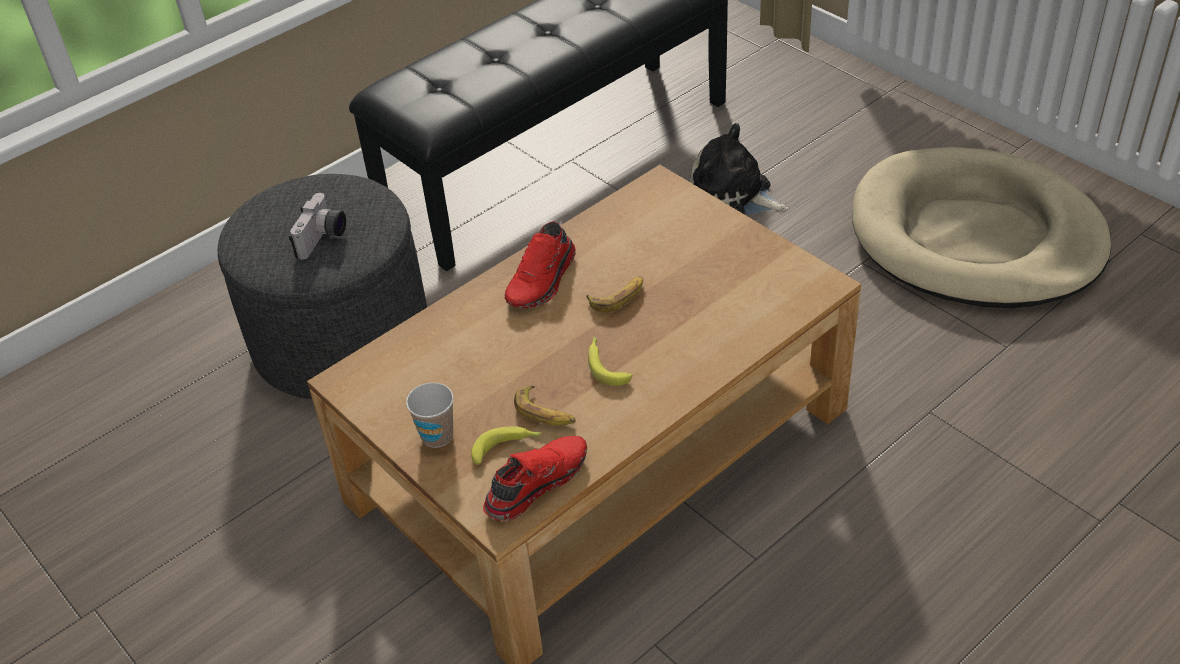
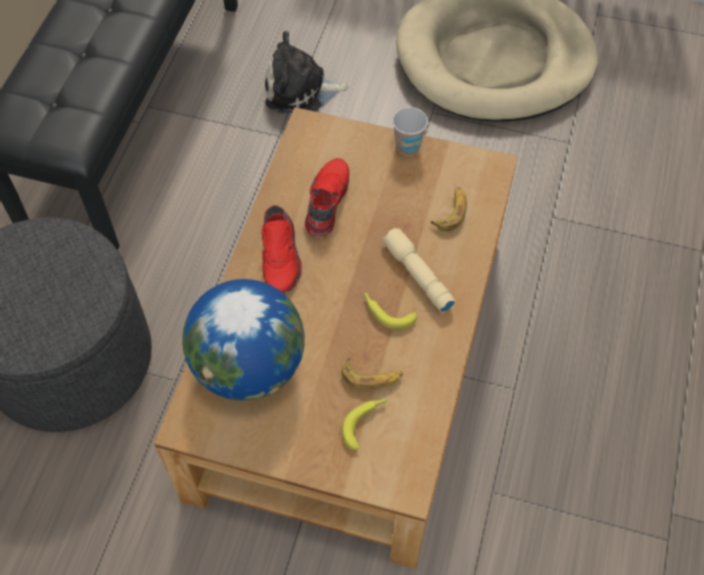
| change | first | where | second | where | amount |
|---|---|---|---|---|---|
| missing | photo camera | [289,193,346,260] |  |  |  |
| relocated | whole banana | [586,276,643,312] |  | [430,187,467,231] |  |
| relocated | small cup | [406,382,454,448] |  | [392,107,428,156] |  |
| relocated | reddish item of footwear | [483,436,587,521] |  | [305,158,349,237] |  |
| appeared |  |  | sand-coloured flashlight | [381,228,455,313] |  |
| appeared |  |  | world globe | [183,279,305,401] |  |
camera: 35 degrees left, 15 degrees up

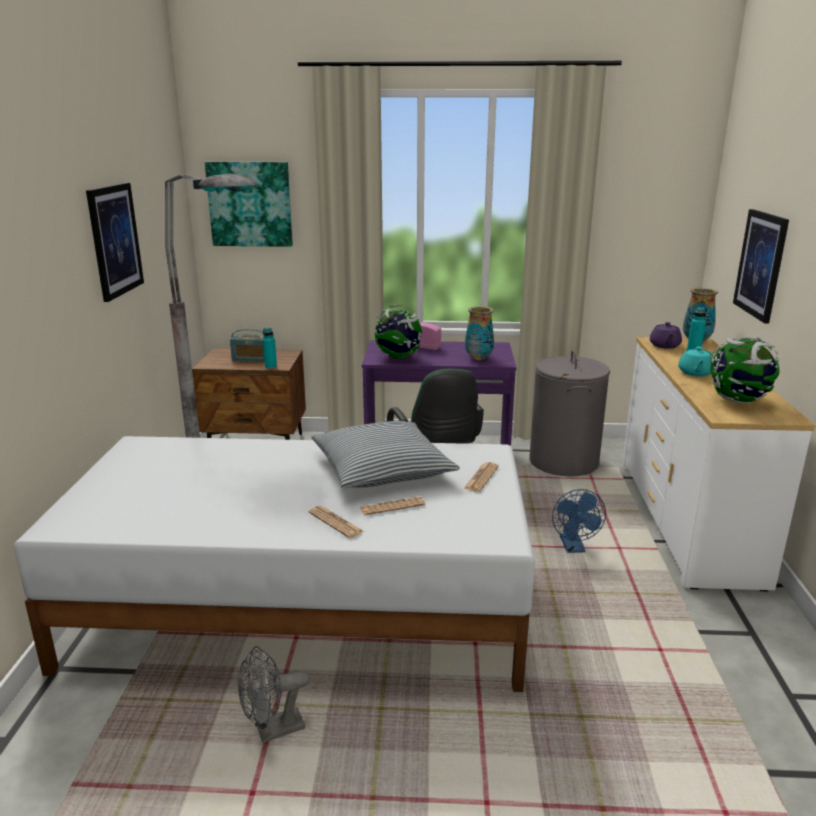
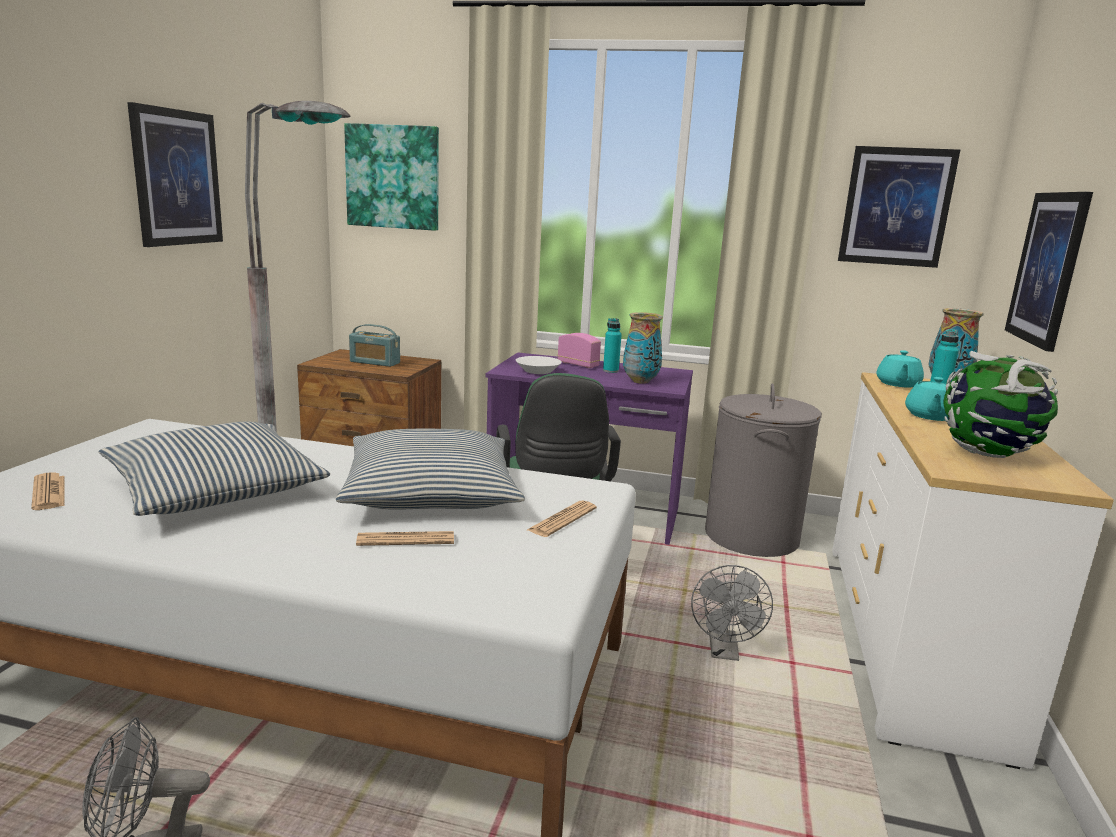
| change | first | where | second | where | amount |
|---|---|---|---|---|---|
| exchanged | world globe | [374,305,422,359] | white-coloured serving bowl | [516,356,562,374] |  |
| colour | purple-coloured teapot | [650,322,682,349] | blue-green teapot | [876,350,924,387] |  |
| relocated | blue-green drink bottle | [263,328,277,369] |  | [603,318,622,373] |  |
| colour | bluish fan | [552,489,606,553] | gray fan | [691,565,773,661] |  |
| relocated | newspaper | [308,506,364,538] |  | [31,472,65,510] |  |
| appeared |  |  | wall picture | [838,146,960,268] |  |
| appeared |  |  | throw pillow | [98,422,330,516] |  |
camera: 10 degrees right, 5 degrees down

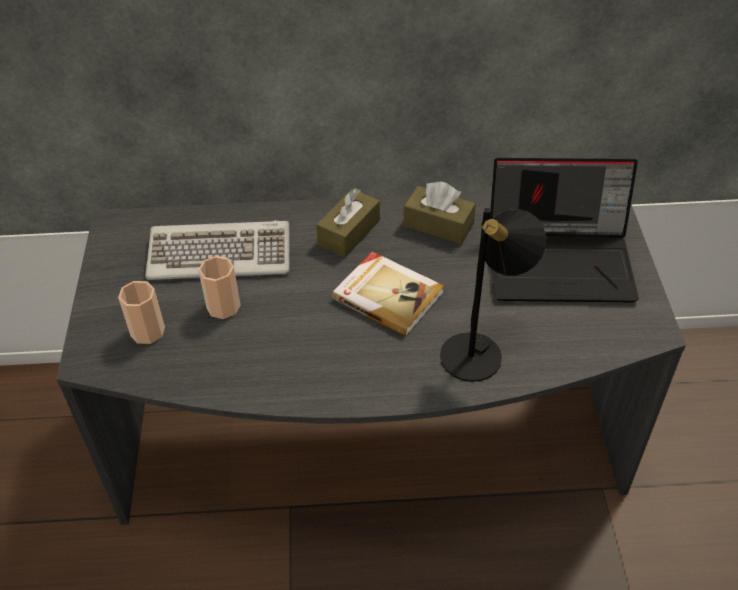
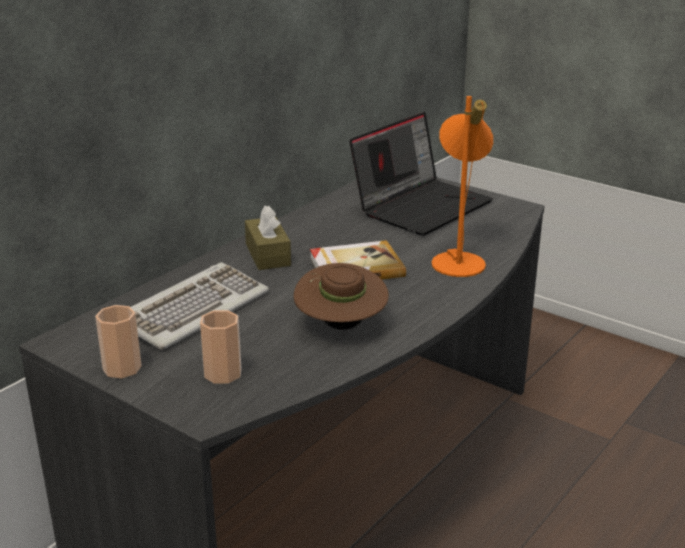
| change | first | where | second | where | amount |
|---|---|---|---|---|---|
| missing | brown-coloured box of tissues | [404,181,476,244] |  |  |  |
| colour | black tabletop lamp | [440,208,546,382] | orangey tabletop lamp | [431,96,493,277] |  |
| relocated | small cup | [198,256,240,319] |  | [95,305,142,378] |  |
| appeared |  |  | brown-coloured hat | [294,263,389,330] |  |
camera: 50 degrees left, 20 degrees down

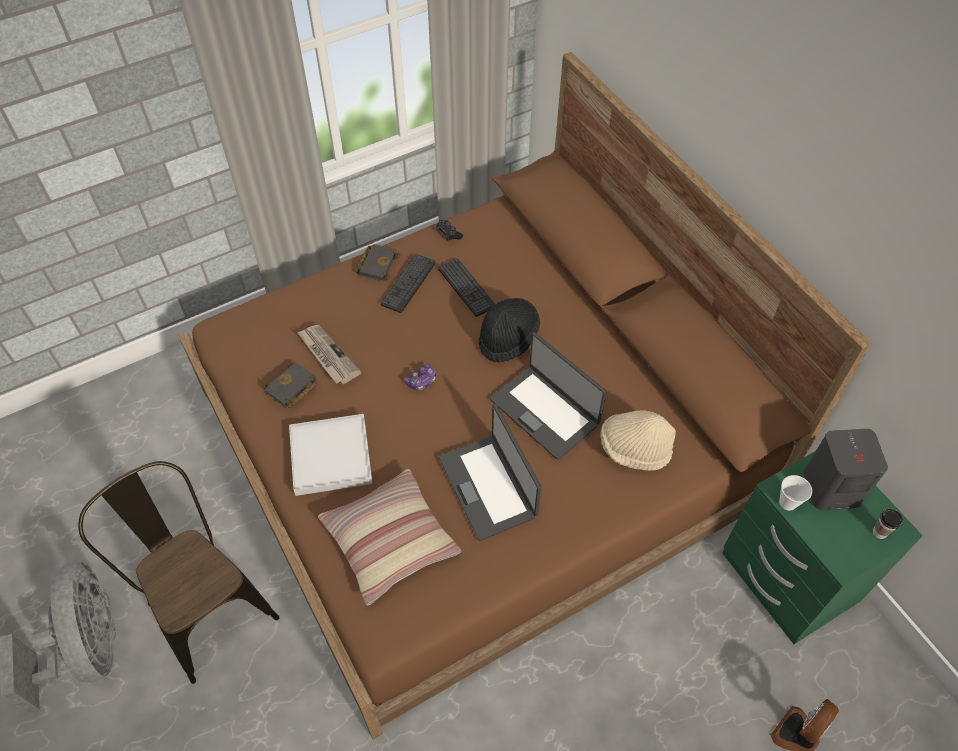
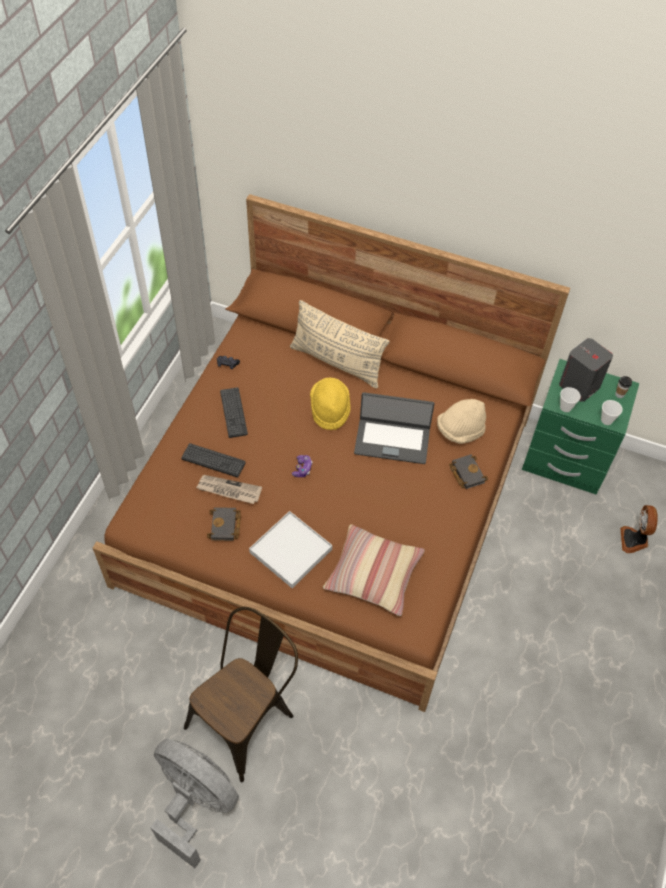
| change | first | where | second | where | amount |
|---|---|---|---|---|---|
| relocated | black volume | [356,244,401,282] |  | [449,454,488,489] |  |
| relocated | PC keyboard | [438,258,495,317] |  | [181,443,246,478] |  |
| colour | black hat | [479,298,540,362] | yellowish hat | [310,378,351,430] |  |
| missing | notebook computer | [439,404,542,541] |  |  |  |
| spun | brown-coloured upright chair | [78,461,279,684] |  | [184,607,298,782] | 120 degrees clockwise |
| appeared |  |  | sand-coloured throw pillow | [290,300,390,389] |  |
| appeared |  |  | small cup | [601,400,623,425] |  |
camera: 40 degrees left, 0 degrees up

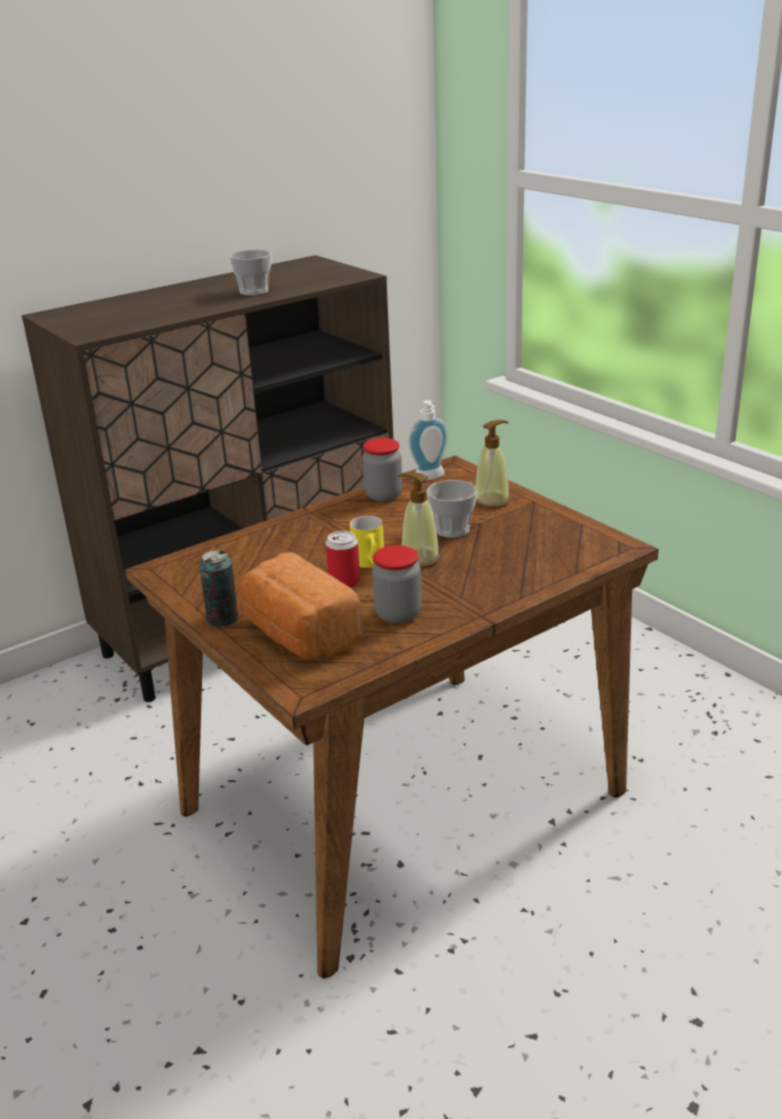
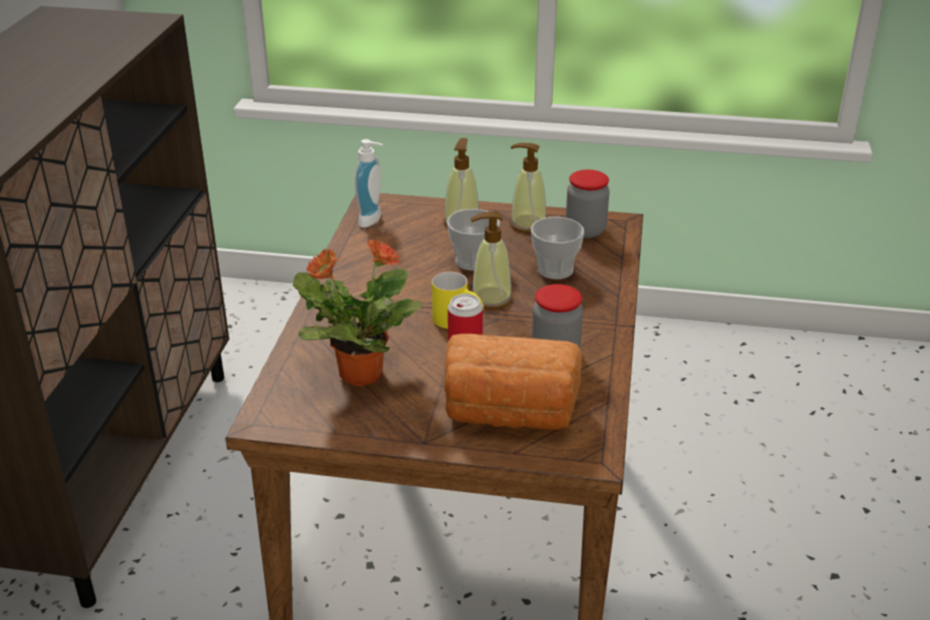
| change | first | where | second | where | amount |
|---|---|---|---|---|---|
| relocated | small cup | [229,250,272,296] |  | [531,217,584,279] |  |
| relocated | preserve jar | [362,438,402,502] |  | [566,170,610,238] |  |
| missing | can | [199,550,238,627] |  |  |  |
| appeared |  |  | liquid soap bottle | [510,143,546,233] |  |
| appeared |  |  | potted plant | [293,239,423,386] |  |
camera: 45 degrees left, 5 degrees up

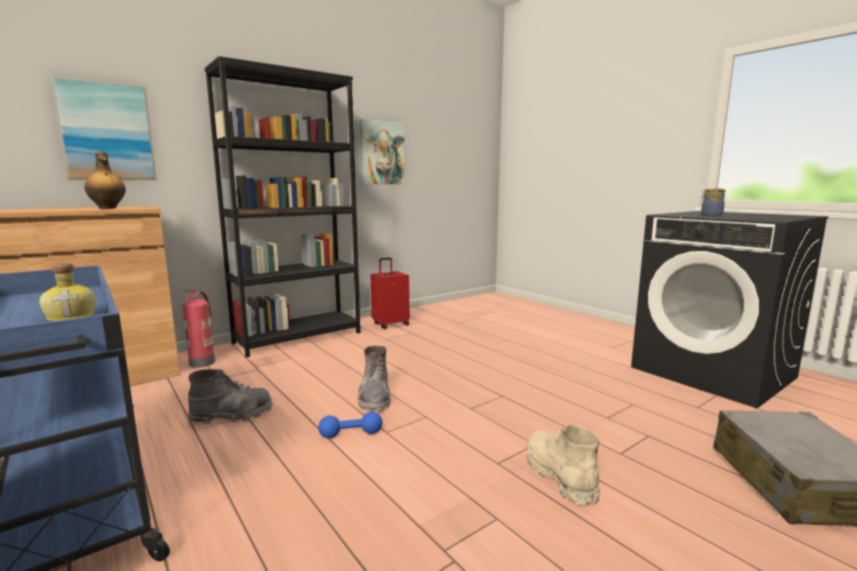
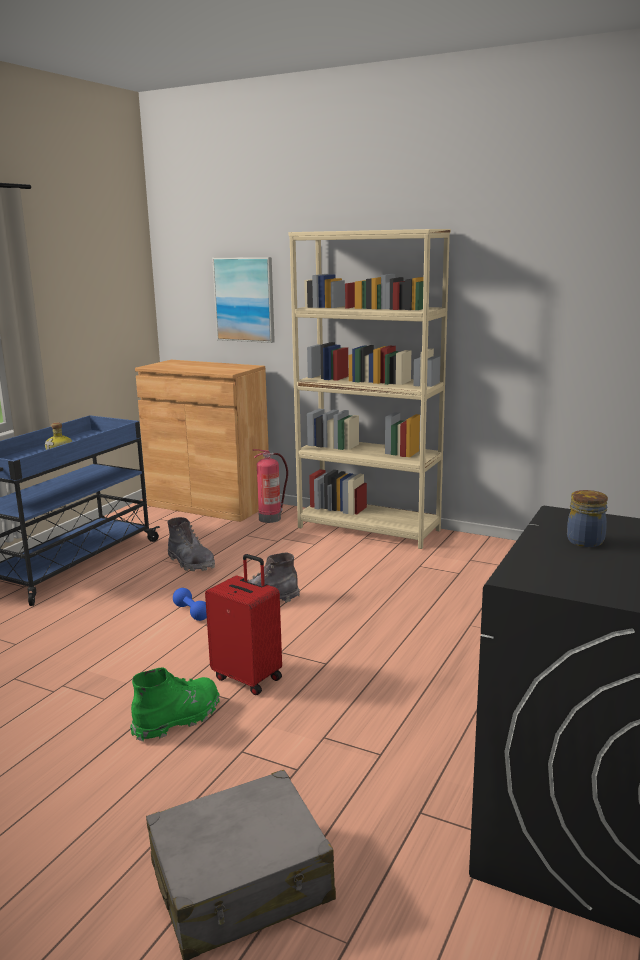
| change | first | where | second | where | amount |
|---|---|---|---|---|---|
| colour | black shelving unit | [205,56,360,358] | sand-coloured shelving unit | [289,229,451,549] |  |
| missing | wall picture | [360,119,405,184] |  |  |  |
| missing | drink bottle | [85,152,126,209] |  |  |  |
| relocated | reddish piece of luggage | [371,257,409,329] |  | [205,554,282,695] |  |
| colour | sand-coloured high-top boot | [526,424,600,507] | green-coloured high-top boot | [130,667,220,742] |  |
camera: 65 degrees right, 5 degrees up

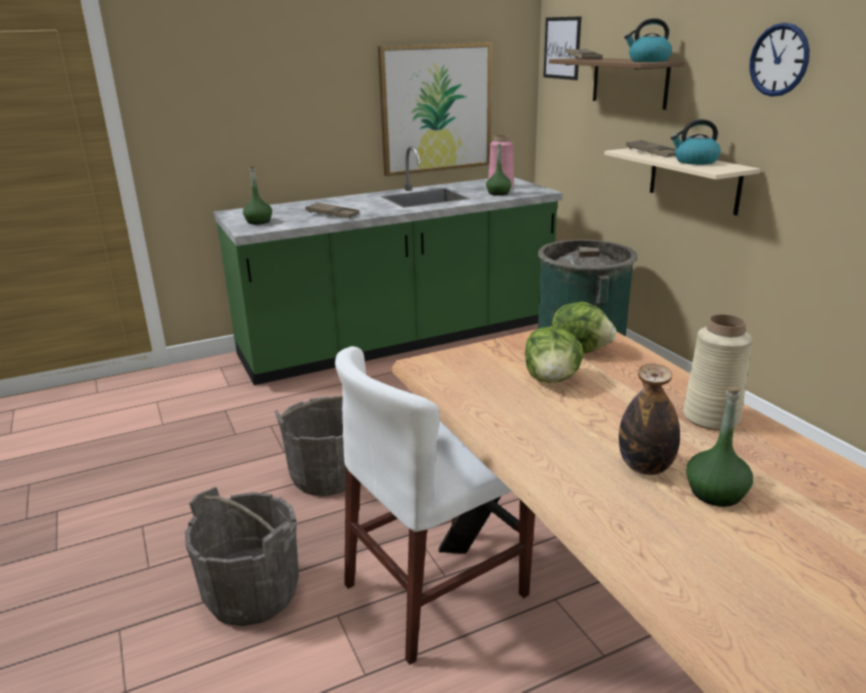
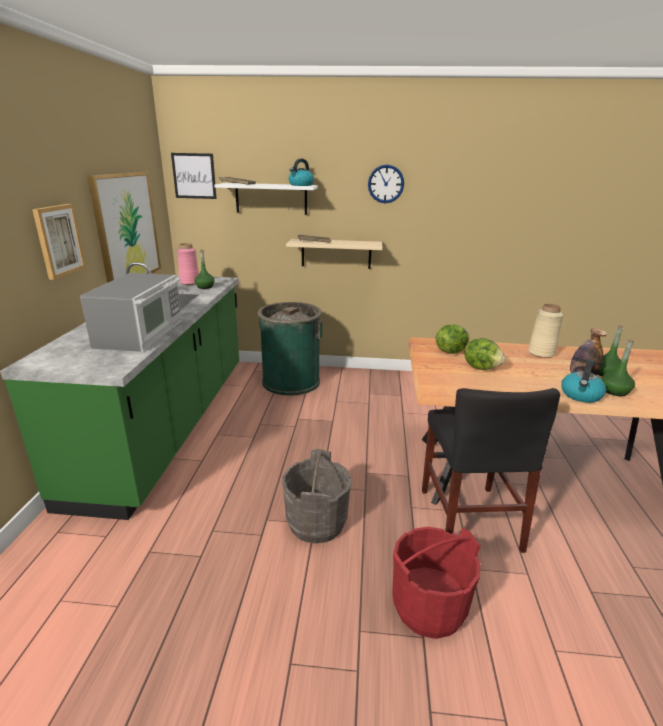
| change | first | where | second | where | amount |
|---|---|---|---|---|---|
| colour | brown-coloured wall shelf | [549,58,684,110] | white-coloured wall shelf | [214,183,318,215] |  |
| relocated | water kettle | [671,119,721,165] |  | [561,359,606,403] |  |
| relocated | green-coloured drink bottle | [243,166,272,225] |  | [601,340,635,396] |  |
| exchanged | brown-coloured carrying tray | [306,202,359,218] | microwave oven | [80,273,182,352] |  |
| colour | white-coloured upright chair | [335,346,535,665] | black upright chair | [422,388,560,553] |  |
| colour | gray bucket | [185,487,299,626] | reddish bucket | [392,527,481,639] |  |
| appeared |  |  | wall picture | [32,204,86,280] |  |
camera: 60 degrees left, 0 degrees up

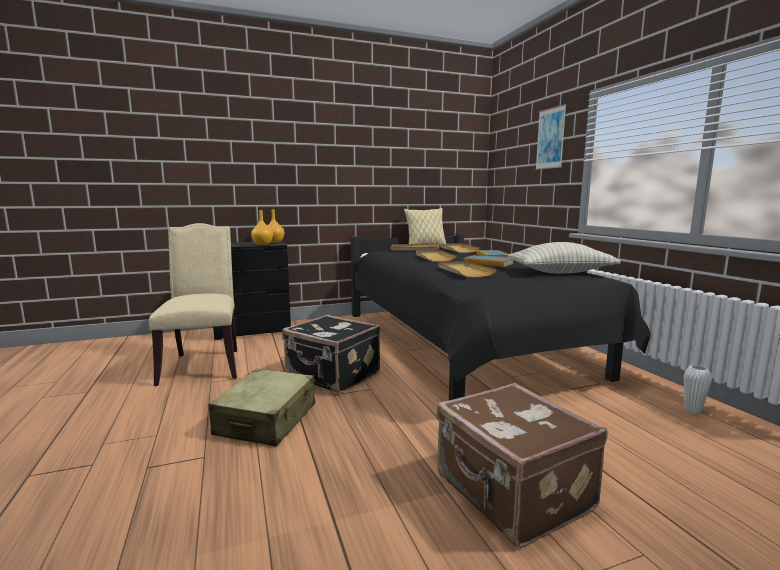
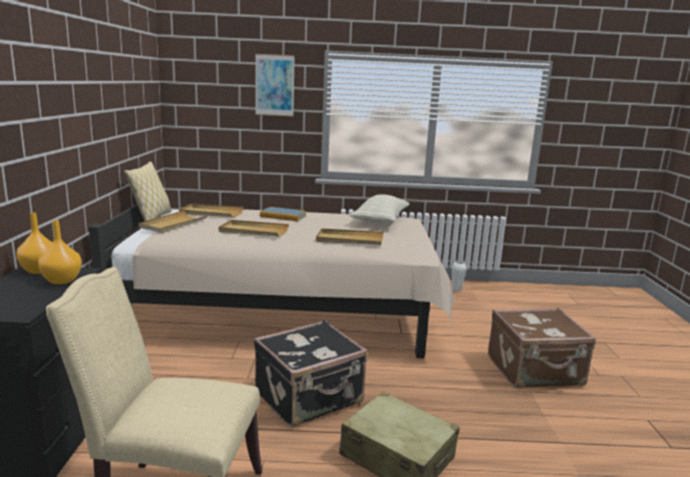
| change | first | where | second | where | amount |
|---|---|---|---|---|---|
| colour | black bedroom bed | [351,233,651,400] | sand-coloured bedroom bed | [89,204,454,358] |  |
| missing | volume | [463,255,513,267] |  |  |  |
camera: 70 degrees left, 5 degrees up

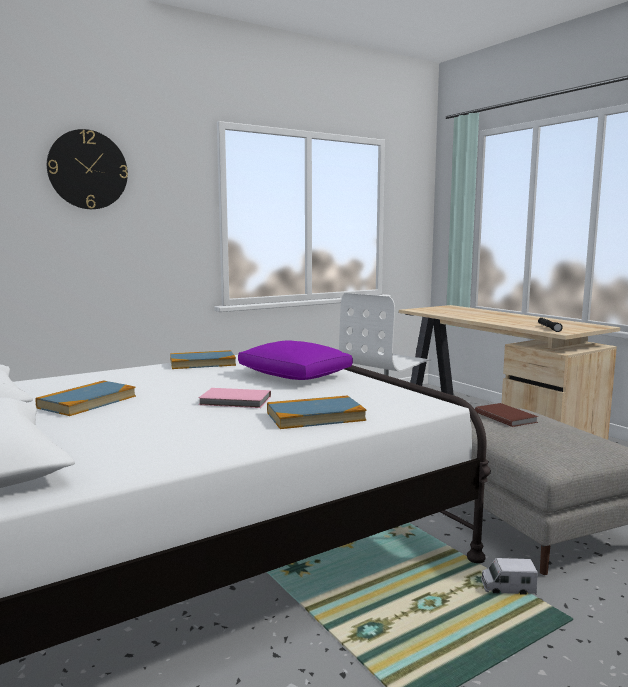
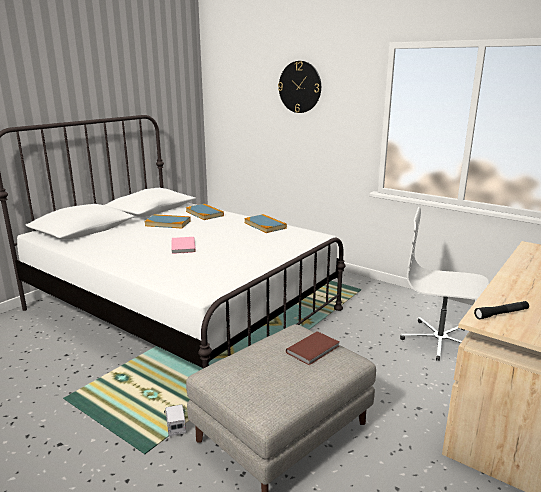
| change | first | where | second | where | amount |
|---|---|---|---|---|---|
| missing | purple-coloured throw pillow | [238,341,353,380] |  |  |  |
| relocated | volume | [267,395,366,429] |  | [186,204,224,220] |  |
camera: 70 degrees right, 10 degrees up

